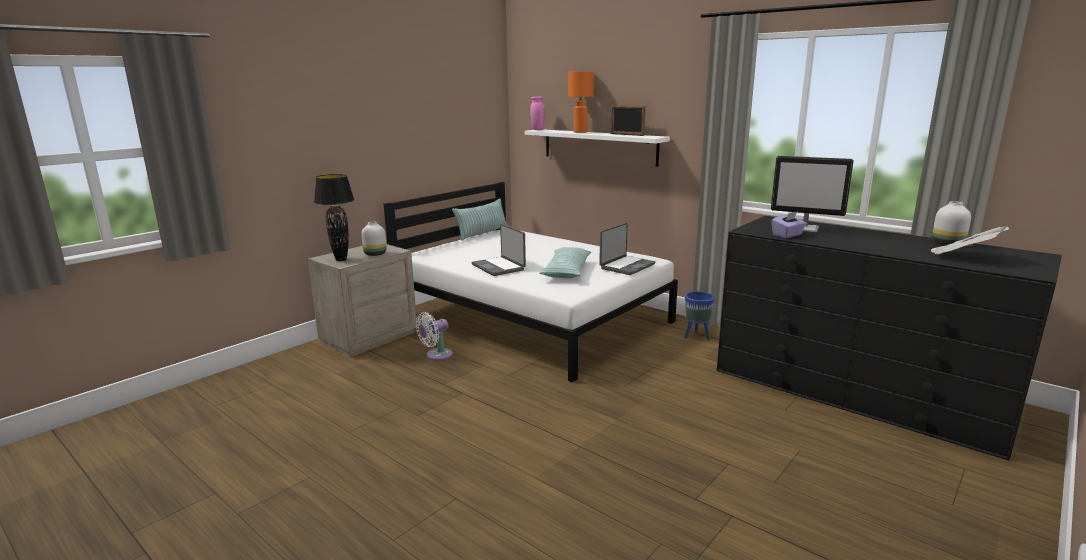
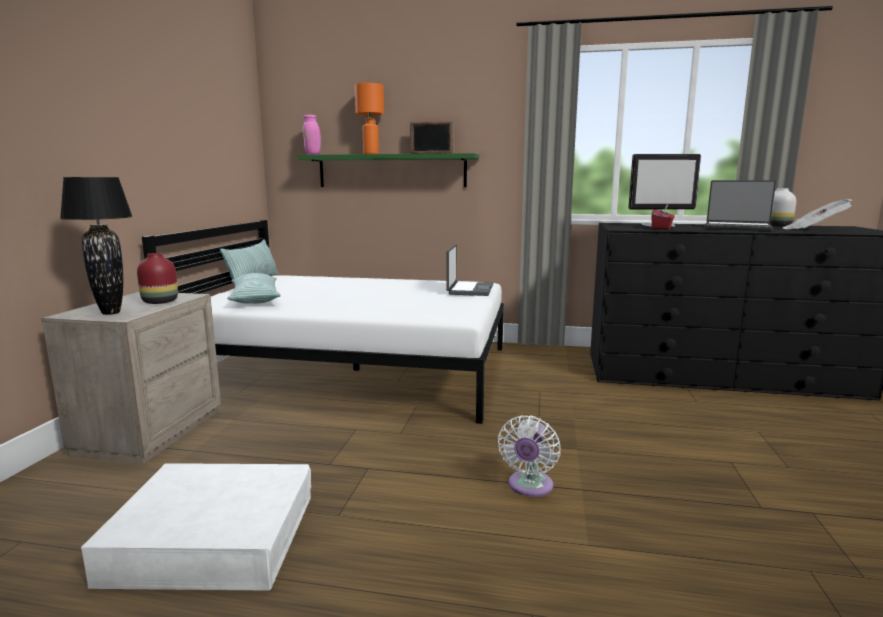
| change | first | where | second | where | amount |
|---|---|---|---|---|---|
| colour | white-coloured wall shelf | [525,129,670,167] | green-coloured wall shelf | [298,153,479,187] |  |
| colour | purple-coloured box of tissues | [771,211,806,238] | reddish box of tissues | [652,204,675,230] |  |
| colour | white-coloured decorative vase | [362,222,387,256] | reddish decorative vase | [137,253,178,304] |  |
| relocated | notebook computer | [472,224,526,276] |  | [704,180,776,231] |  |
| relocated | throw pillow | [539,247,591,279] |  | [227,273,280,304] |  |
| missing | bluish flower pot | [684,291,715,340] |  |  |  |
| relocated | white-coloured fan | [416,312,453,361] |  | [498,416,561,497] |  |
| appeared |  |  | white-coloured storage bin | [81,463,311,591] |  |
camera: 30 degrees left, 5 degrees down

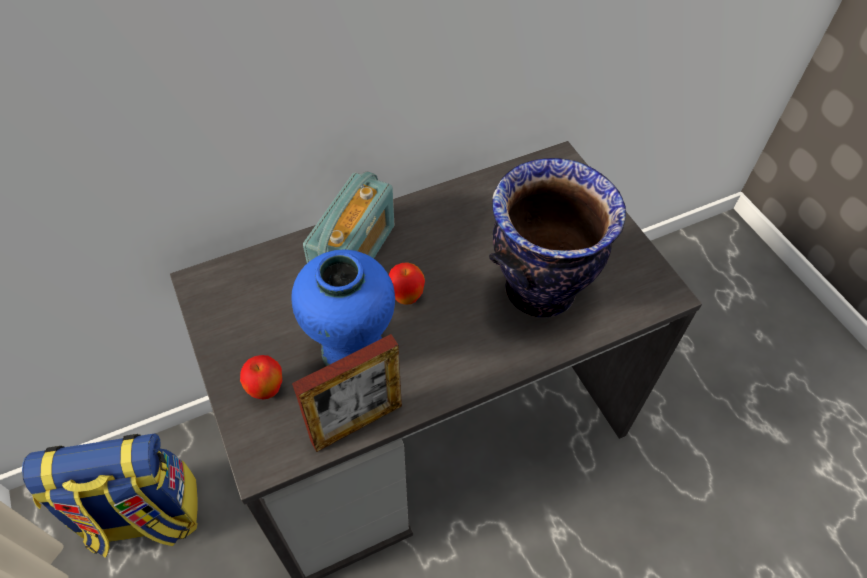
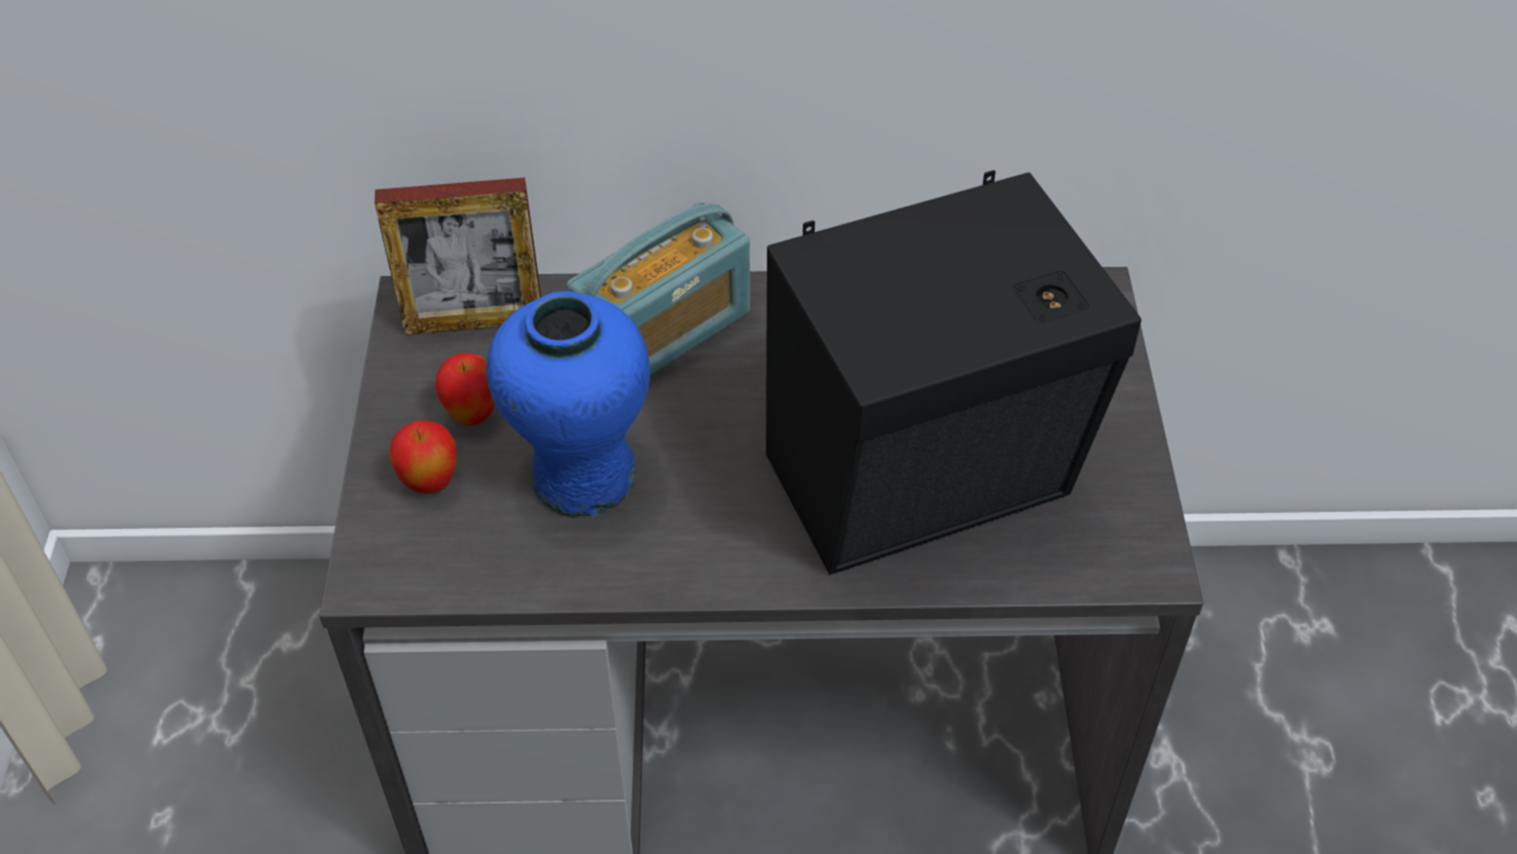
| change | first | where | second | where | amount |
|---|---|---|---|---|---|
| exchanged | decorative vase | [489,158,626,317] | black loudspeaker | [766,170,1141,575] |  |
| relocated | apple | [389,262,425,305] |  | [435,353,495,426] |  |
| relocated | standing frame | [292,334,402,452] |  | [375,177,541,335] |  |
| missing | backpack | [22,433,198,558] |  |  |  |
camera: 25 degrees right, 5 degrees down

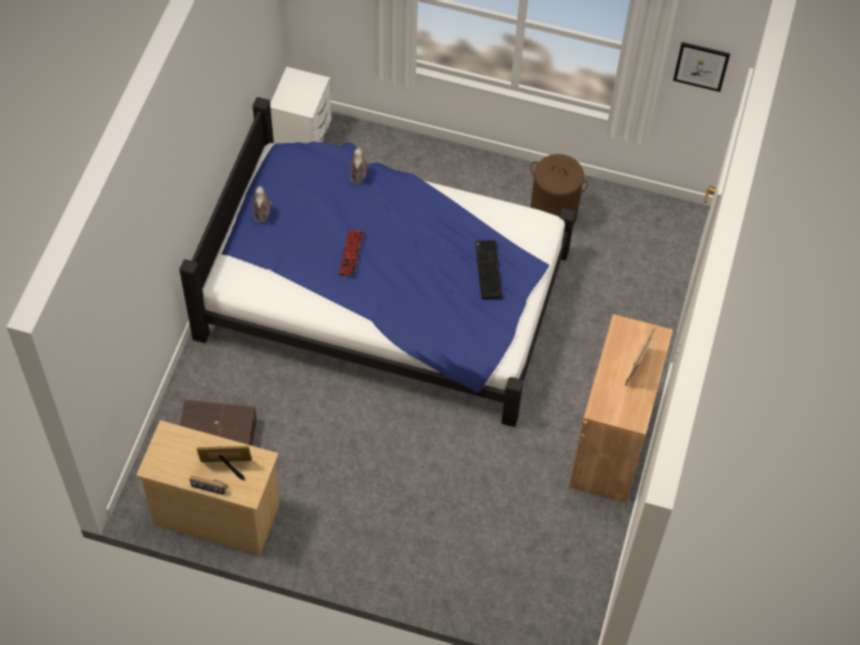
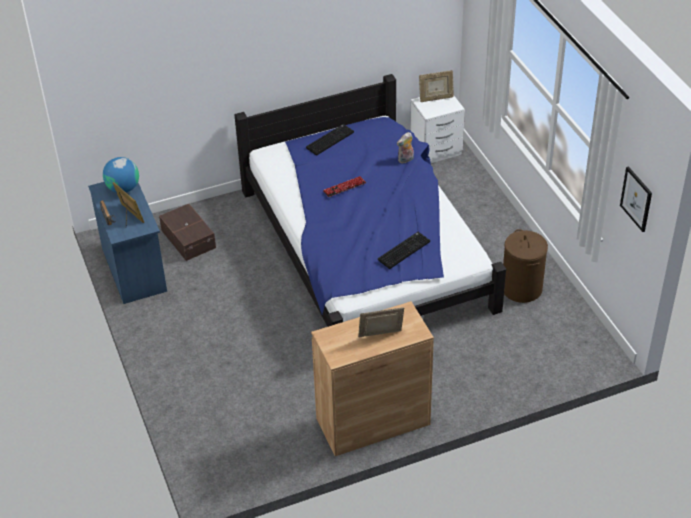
| change | first | where | second | where | amount |
|---|---|---|---|---|---|
| exchanged | cuddly toy | [253,186,272,223] | PC keyboard | [306,124,354,156] |  |
| colour | sand-coloured chest of drawers | [136,420,280,555] | bluish chest of drawers | [88,182,167,304] |  |
| appeared |  |  | standing frame | [419,70,454,102] |  |
| appeared |  |  | world globe | [103,157,139,193] |  |
camera: 55 degrees right, 15 degrees down

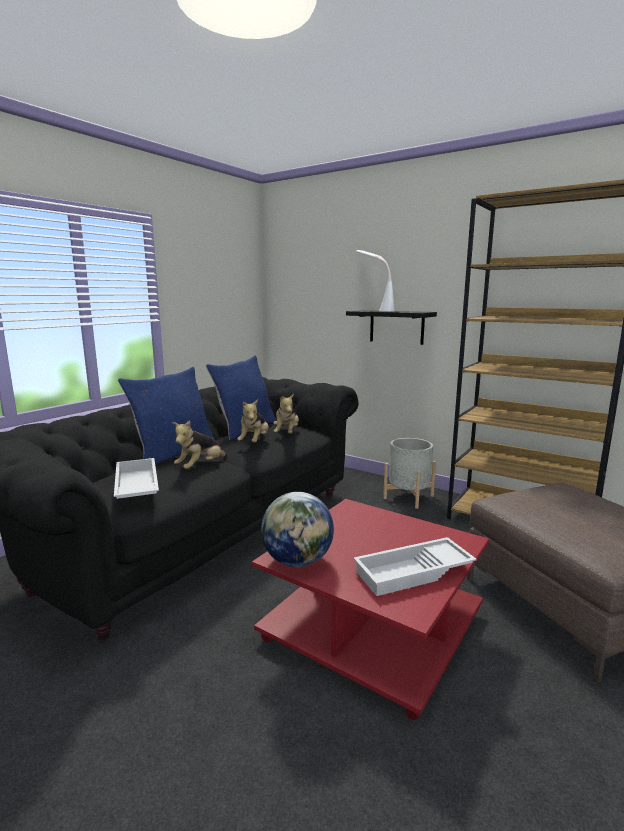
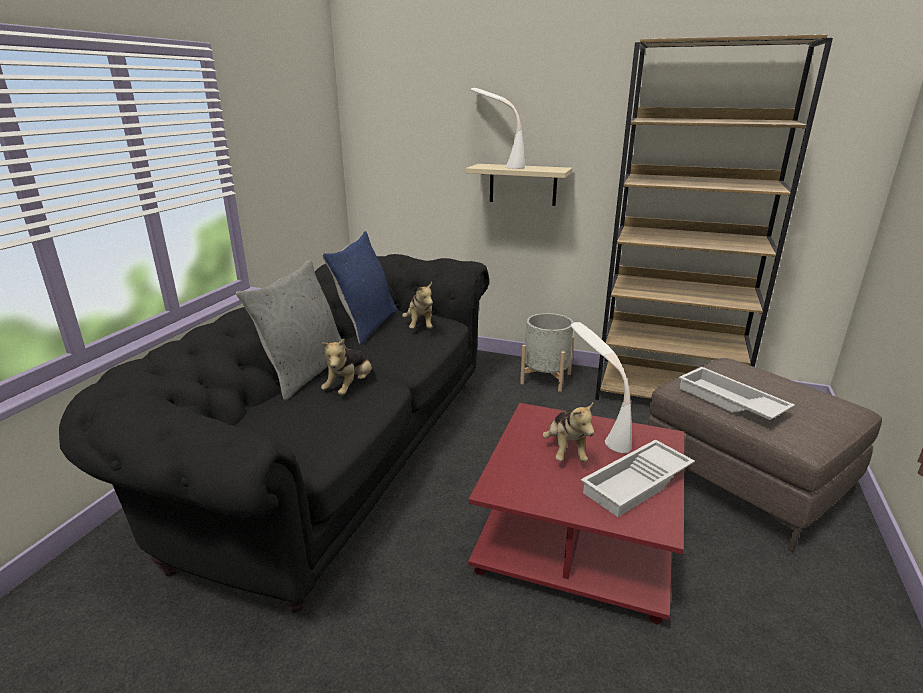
| change | first | where | second | where | amount |
|---|---|---|---|---|---|
| colour | black wall shelf | [346,310,437,345] | sand-coloured wall shelf | [466,164,572,206] |  |
| colour | bluish throw pillow | [118,367,215,465] | gray throw pillow | [236,260,346,400] |  |
| relocated | cuddly toy | [237,399,269,443] |  | [543,401,594,462] |  |
| relocated | white-coloured carrying tray | [114,458,159,499] |  | [679,367,795,420] |  |
| missing | world globe | [261,492,334,567] |  |  |  |
| appeared |  |  | white-coloured tabletop lamp | [570,322,632,453] |  |
camera: 15 degrees left, 10 degrees up

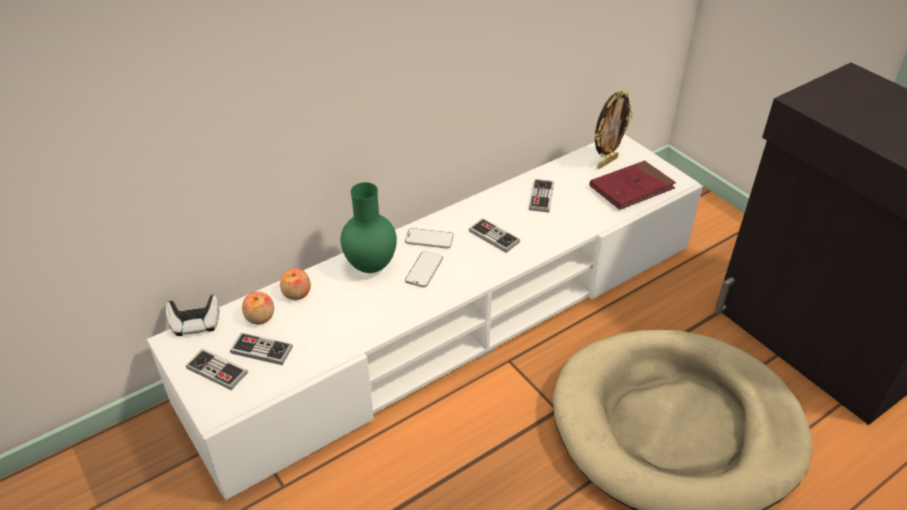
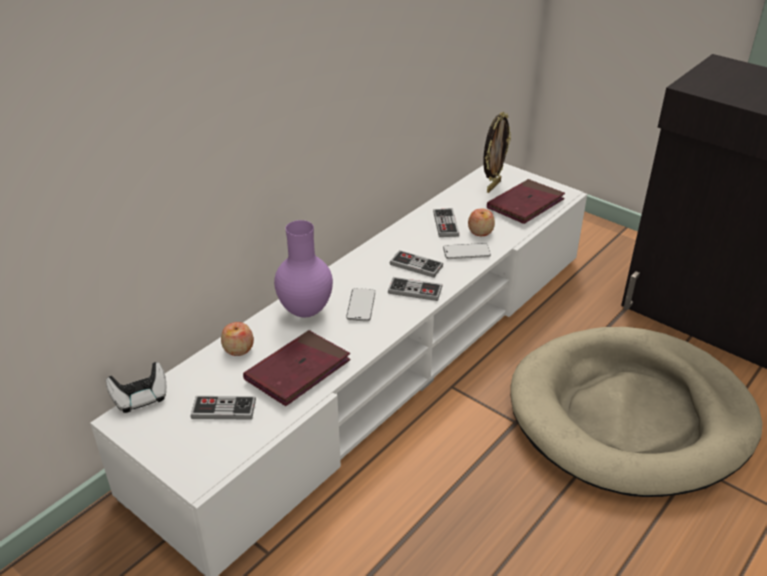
| change | first | where | second | where | amount |
|---|---|---|---|---|---|
| colour | green-coloured decorative vase | [341,182,397,273] | purple-coloured decorative vase | [274,220,333,317] |  |
| relocated | telephone | [405,228,454,249] |  | [443,243,491,259] |  |
| relocated | apple | [242,291,274,324] |  | [468,209,495,236] |  |
| relocated | gamepad | [186,349,248,390] |  | [388,277,443,301] |  |
| appeared |  |  | reddish volume | [243,330,351,406] |  |
camera: 15 degrees left, 5 degrees down

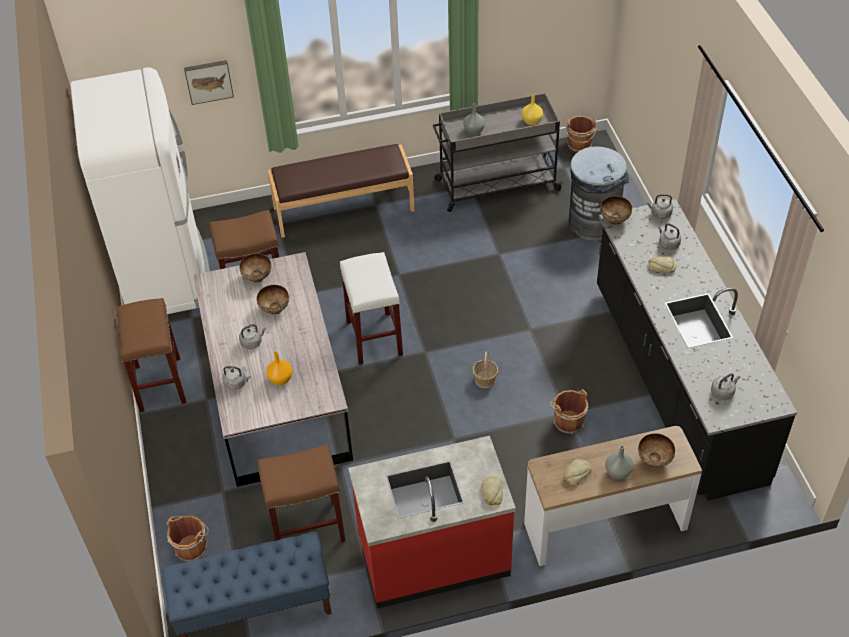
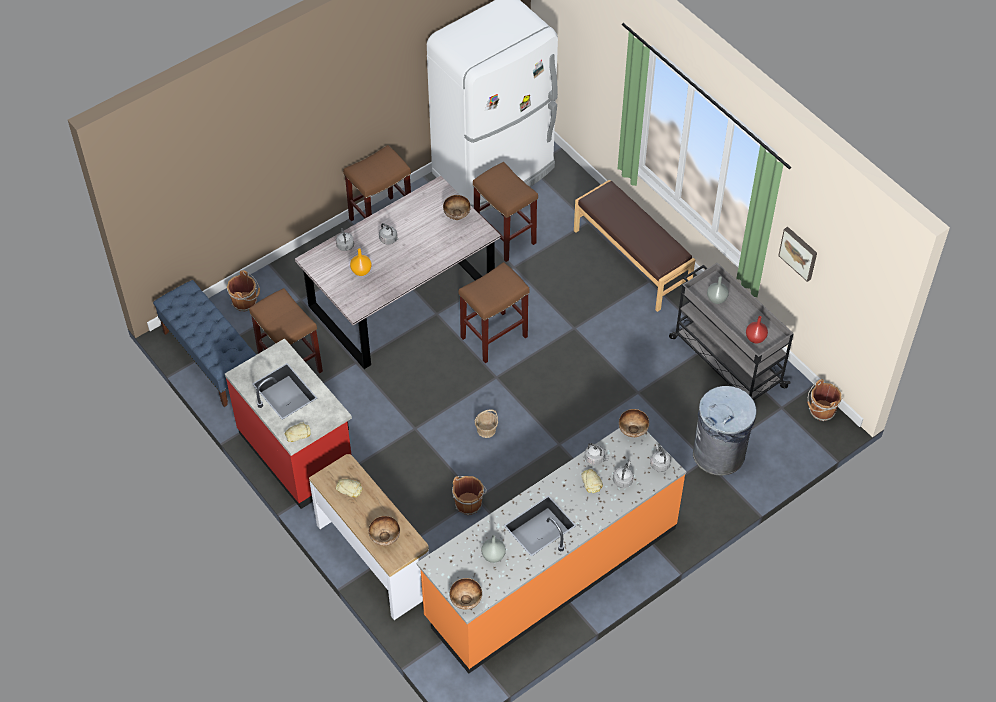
| change | first | where | second | where | amount |
|---|---|---|---|---|---|
| relocated | wall picture | [184,60,234,105] |  | [778,227,817,282] |  |
| colour | yellowish decorative vase | [522,93,543,125] | reddish decorative vase | [746,316,768,344] |  |
| colour | black counter | [597,199,797,501] | orangey counter | [416,428,687,674] |  |
| colour | white-coloured sitting stool | [340,252,403,365] | brown-coloured sitting stool | [459,262,530,363] |  |
| relocated | serving bowl | [257,285,289,315] |  | [450,578,482,610] |  |
| relocated | gray water kettle | [711,373,740,400] |  | [585,443,608,465] |  |
| relocated | gray decorative vase | [605,445,633,480] |  | [481,535,506,563] |  |
camera: 65 degrees right, 5 degrees up

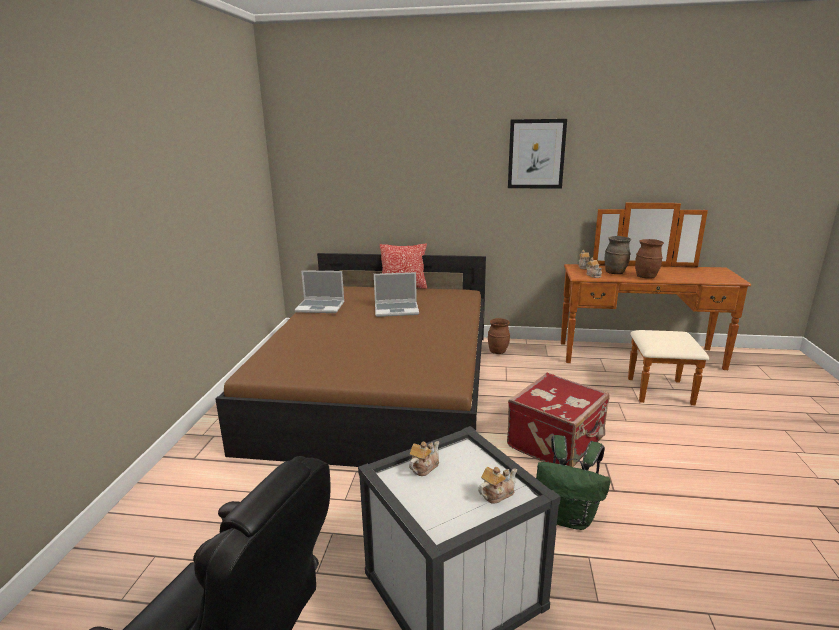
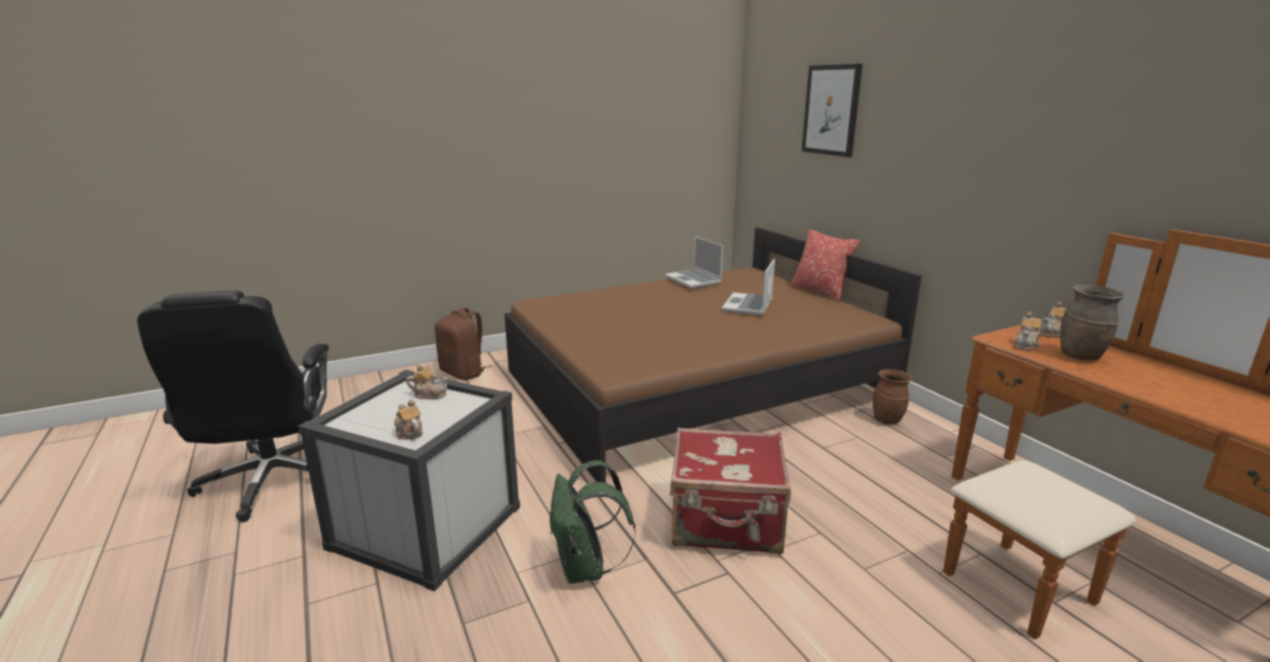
| change | first | where | second | where | amount |
|---|---|---|---|---|---|
| relocated | wall picture | [508,119,567,188] |  | [802,64,862,157] |  |
| missing | brown-coloured decorative vase | [635,239,664,279] |  |  |  |
| spun | notebook computer | [374,272,419,317] |  | [721,258,775,316] | 60 degrees clockwise |
| spun | teapot | [478,467,517,504] |  | [394,399,423,440] | 150 degrees counterclockwise |
| appeared |  |  | brown-coloured backpack | [435,307,492,380] |  |
camera: 55 degrees right, 0 degrees up

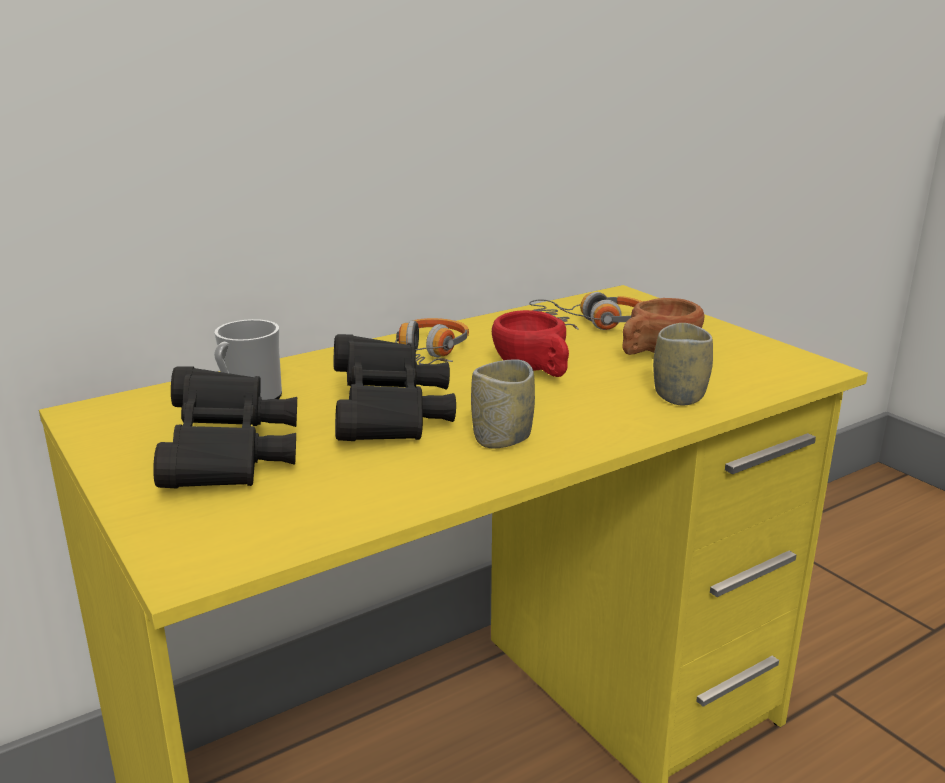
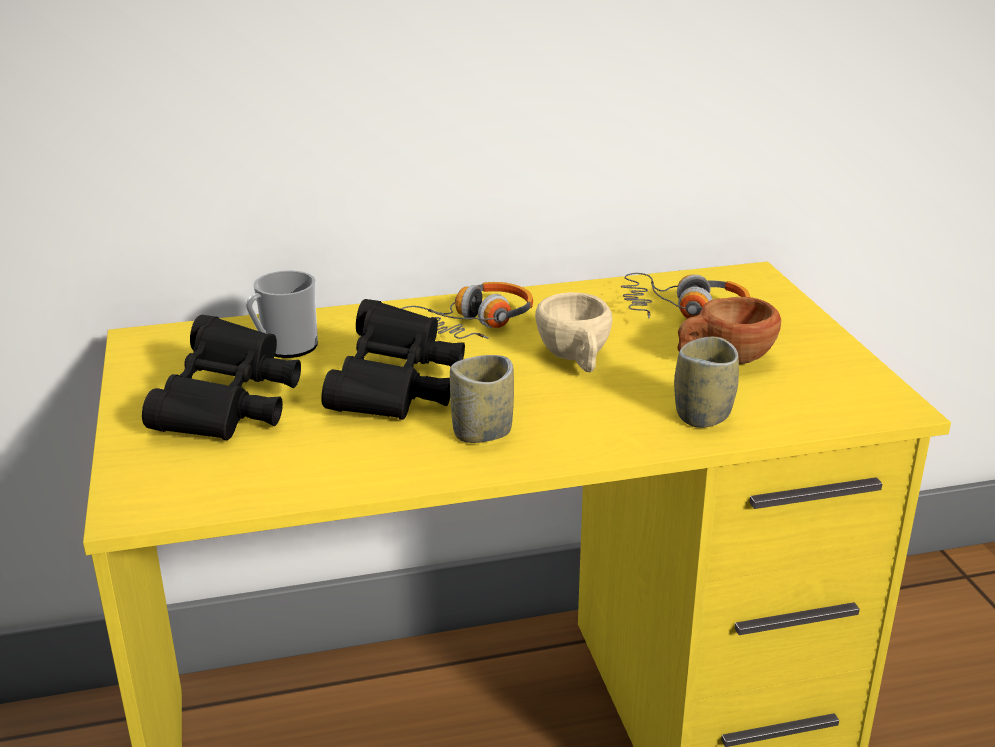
| change | first | where | second | where | amount |
|---|---|---|---|---|---|
| colour | reddish small cup | [492,310,569,377] | sand-coloured small cup | [535,292,612,372] |  |
camera: 20 degrees right, 5 degrees up

